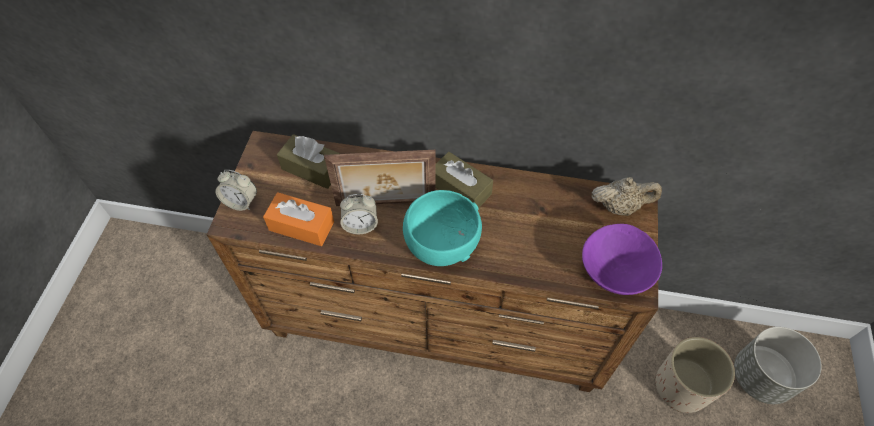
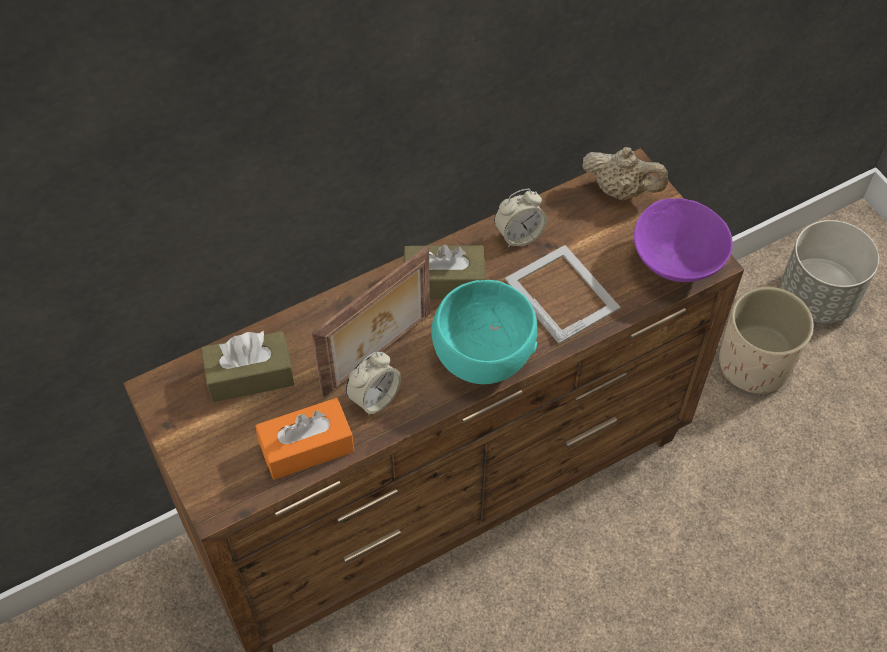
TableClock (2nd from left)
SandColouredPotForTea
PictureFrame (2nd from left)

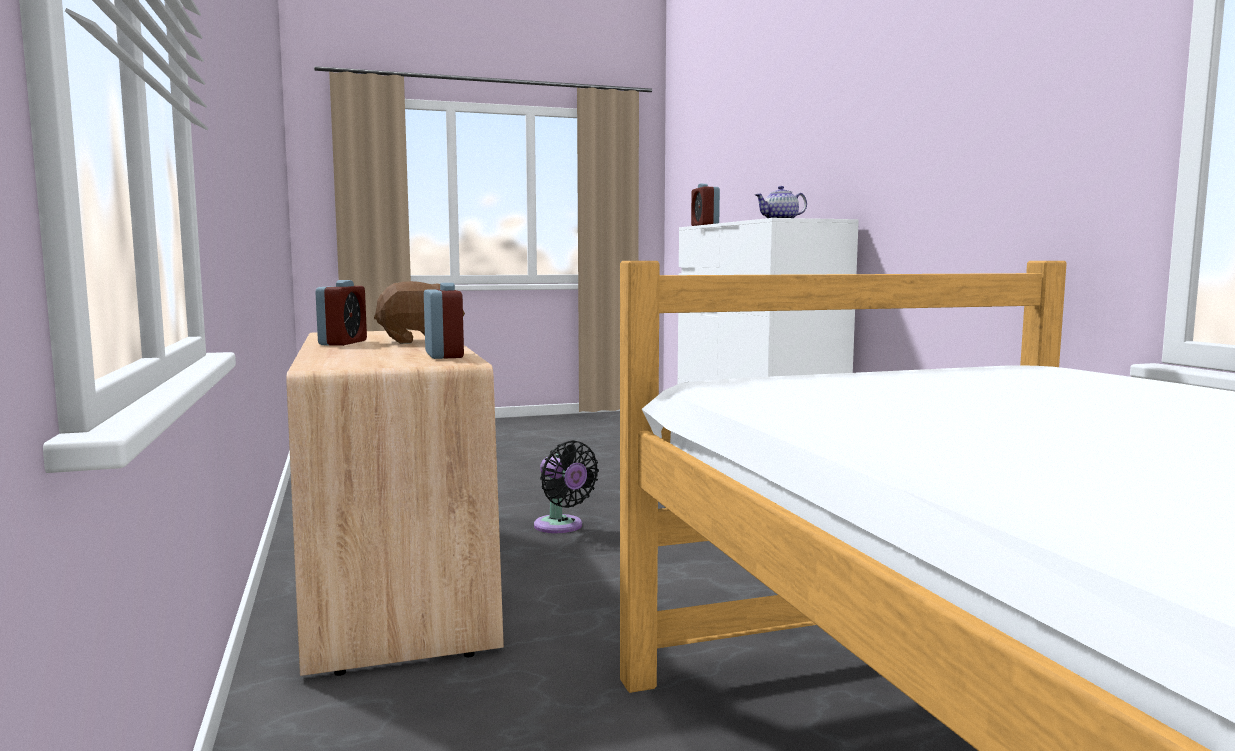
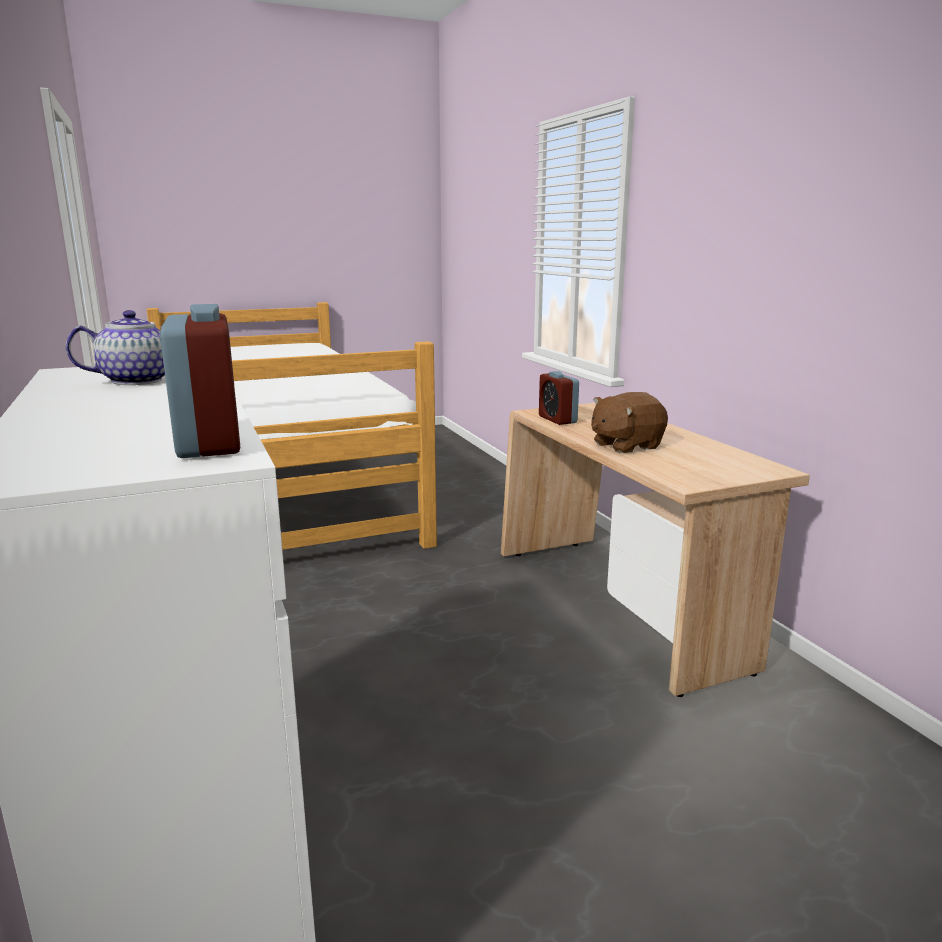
TableClock (1st from left in the first image)
BlackishFan

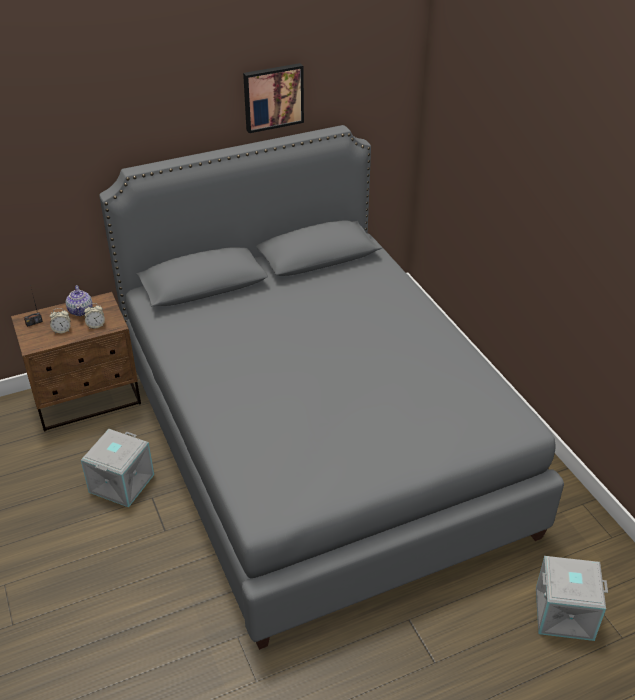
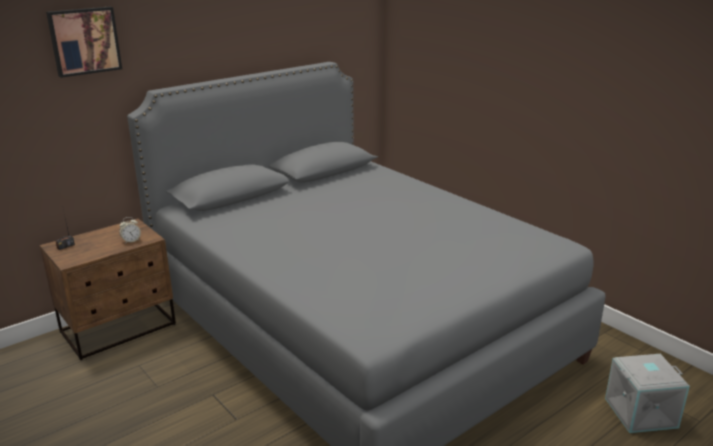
TableClock (1st from left in the first image)
PotForTea
GrayStorageBox (1st from left in the first image)
WallPicture

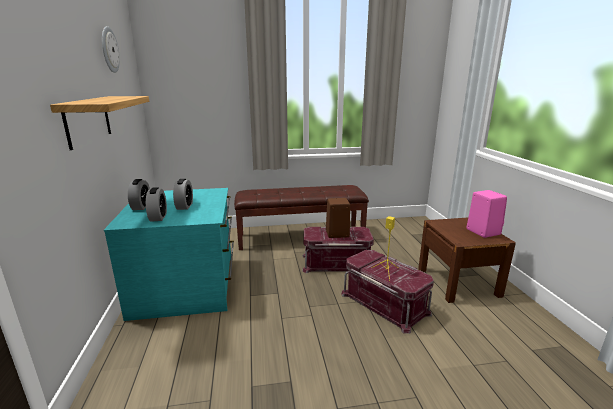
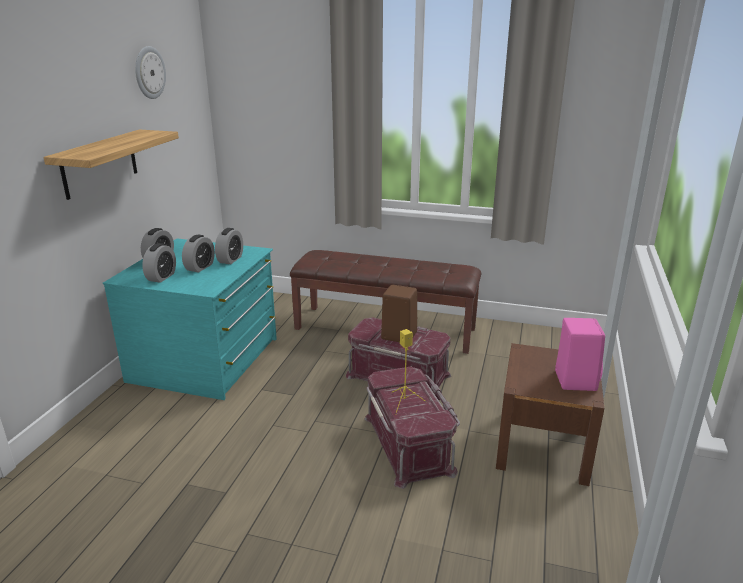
TableClock (4th from left)

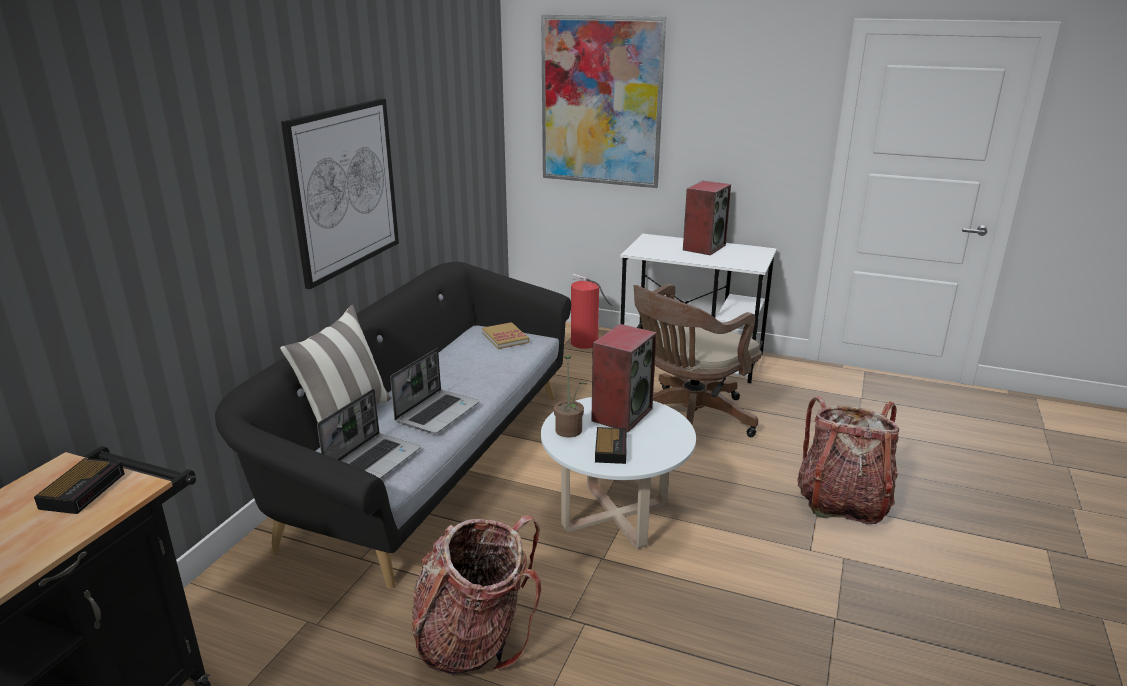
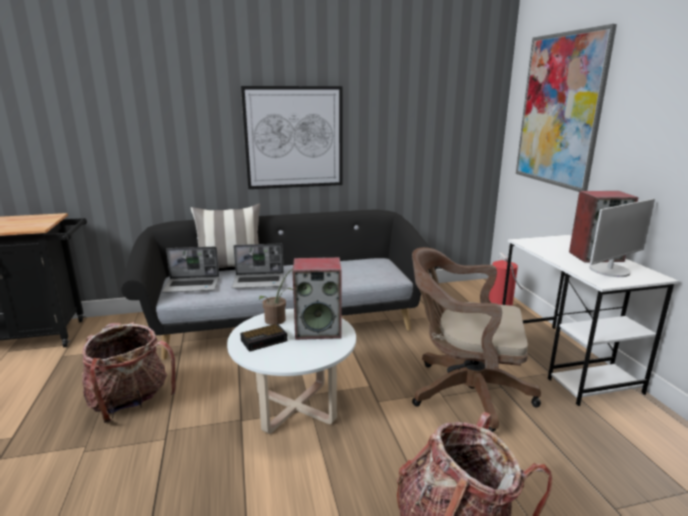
TableClock (1st from left in the first image)
BoundBook
ComputerDisplay

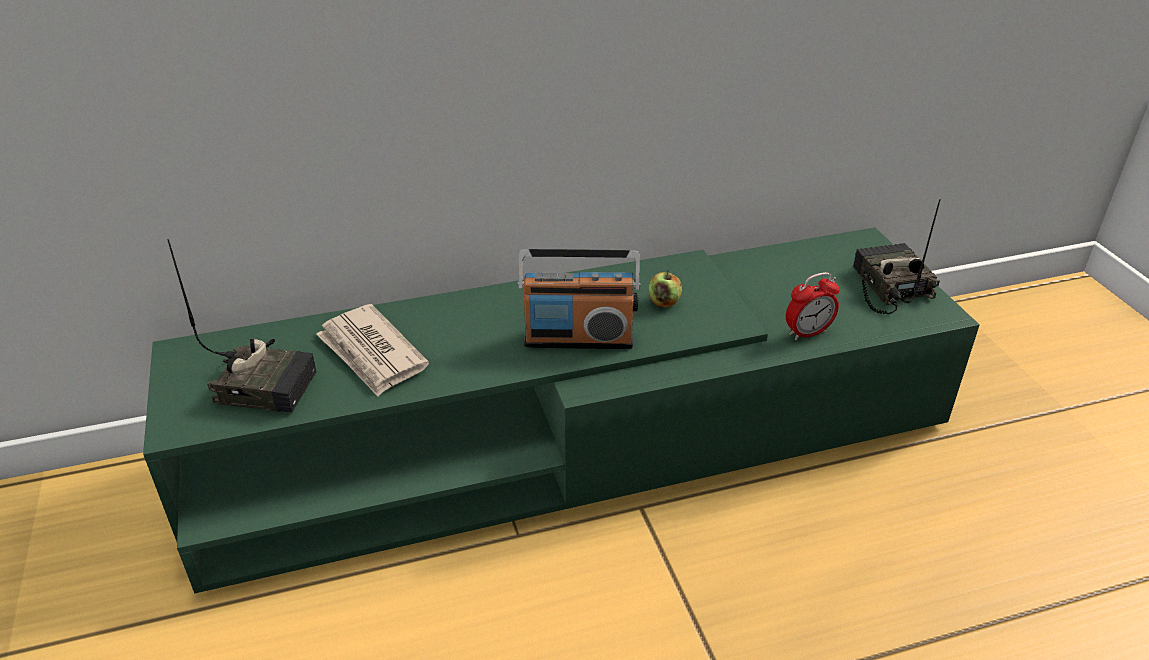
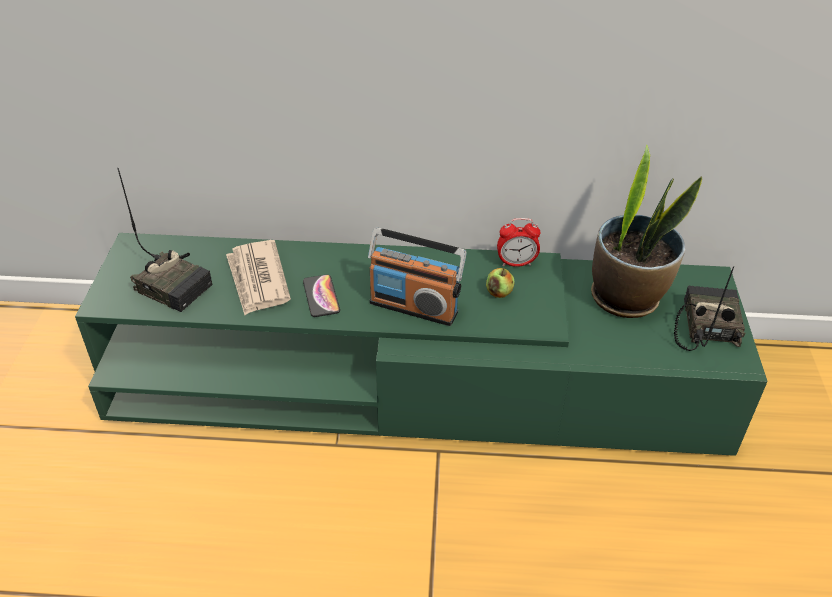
TableClock
Handset
PlantInAPot

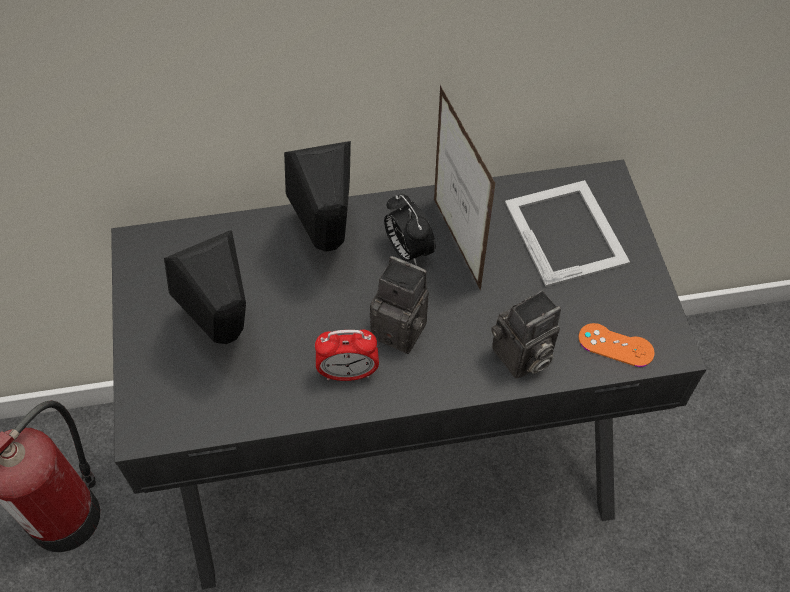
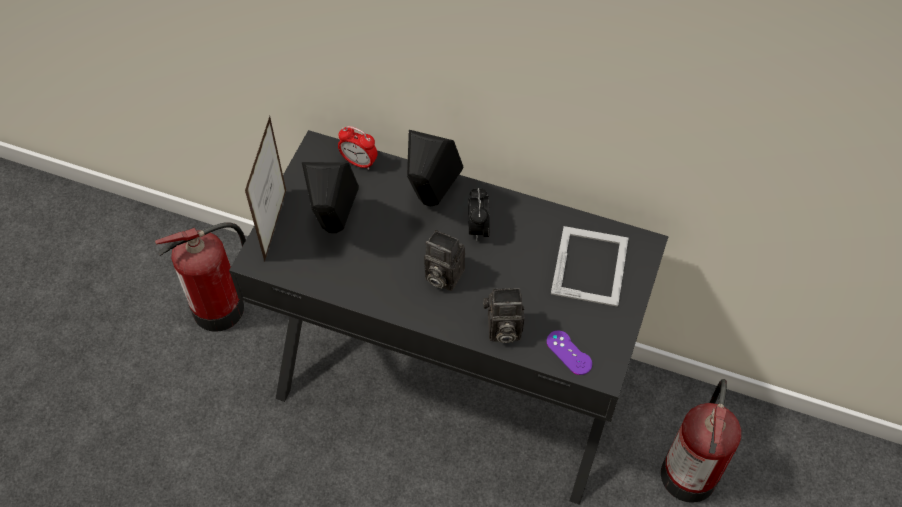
TableClock (1st from left)
StillCamera (1st from left)
PictureFrame (1st from left)
PurpleGamepad
FireExtinguisher (2nd from left)

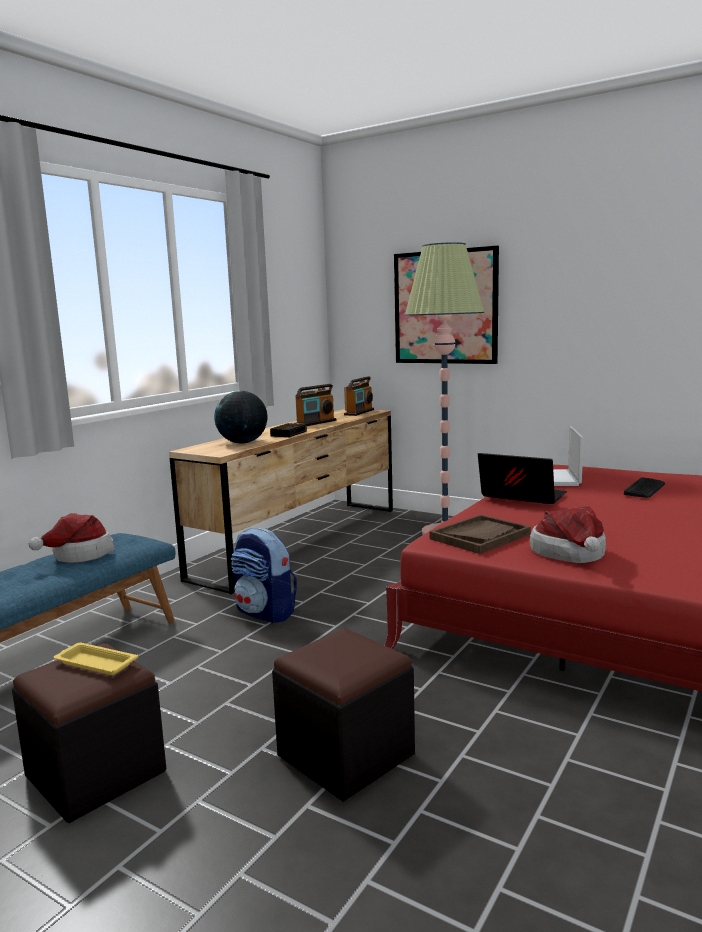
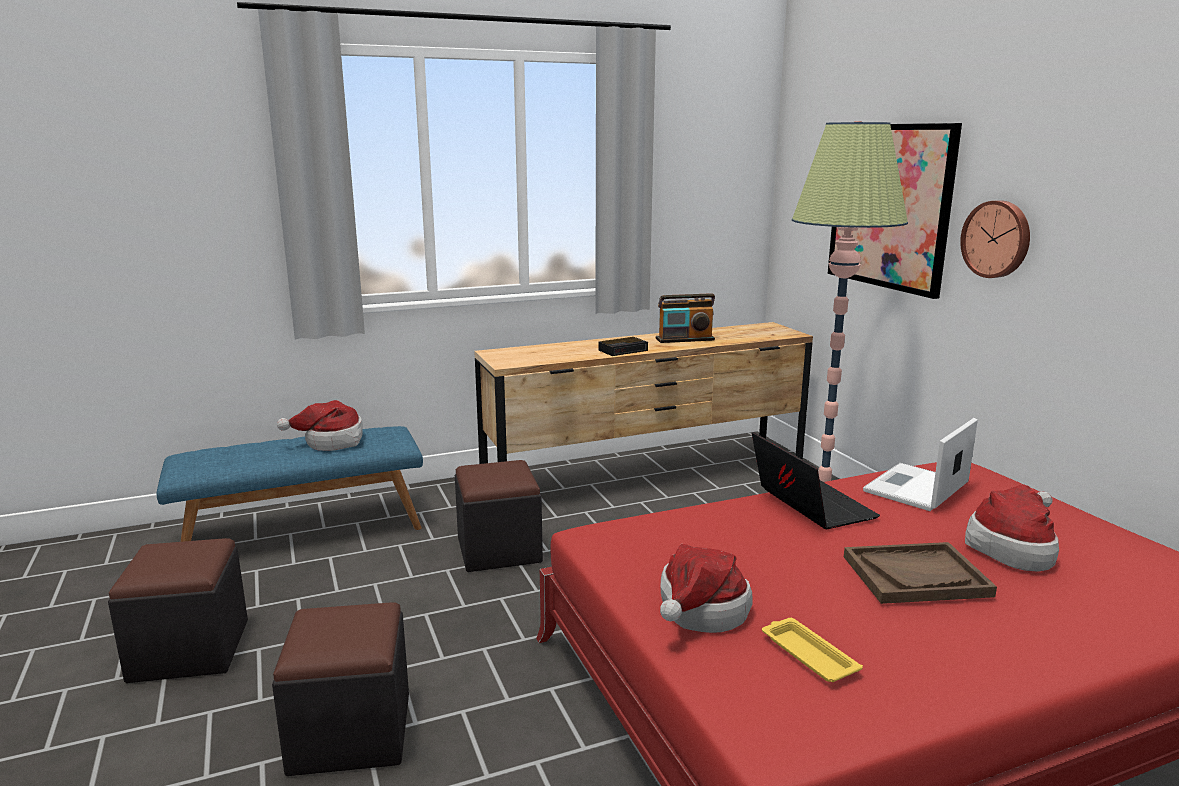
YellowTray
Globe
BlackishPouffe (3rd from left)
RadioReceiver (2nd from left in the first image)
BrownColouredTray
ClothingHat (3rd from left)
ClockOnTheWall

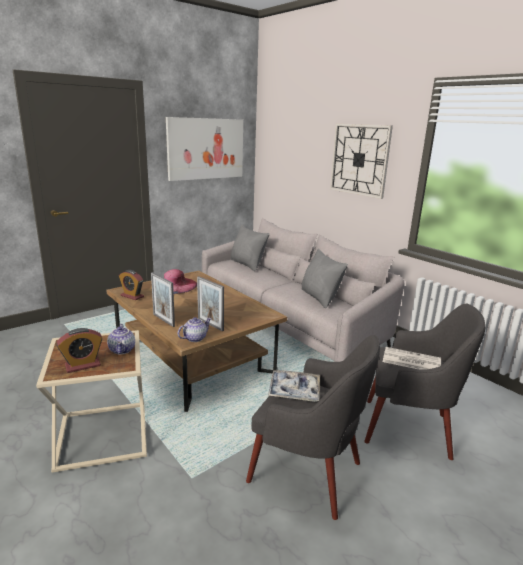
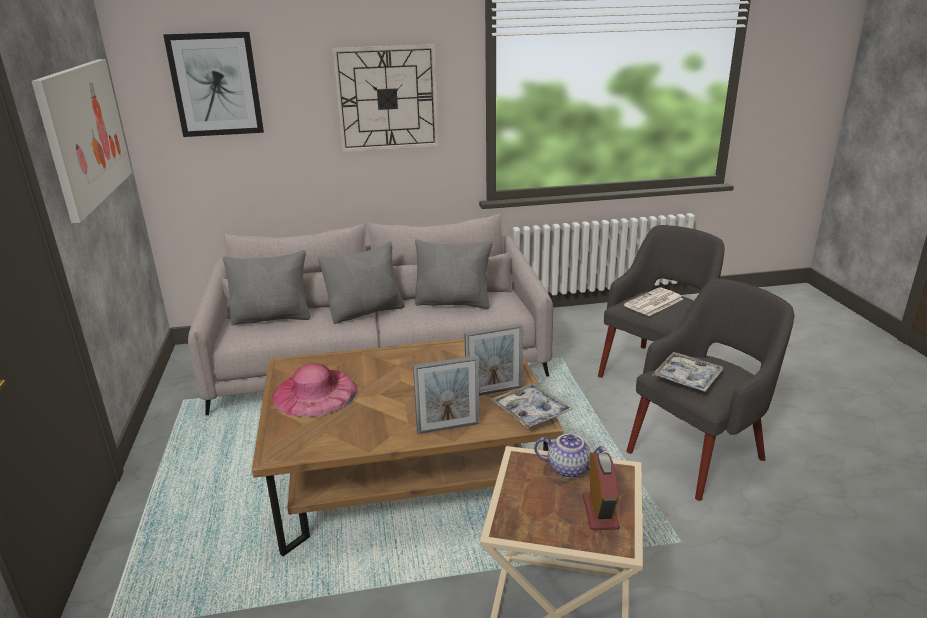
TableClock (2nd from left in the first image)
Tray (1st from left)
WallPicture (2nd from left)
GrayThrowPillow (2nd from left)

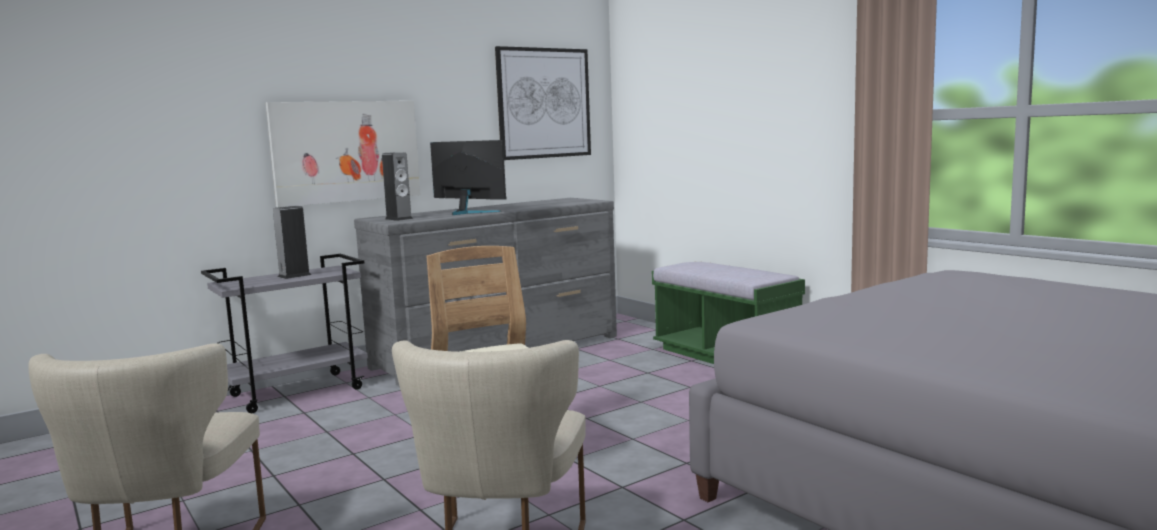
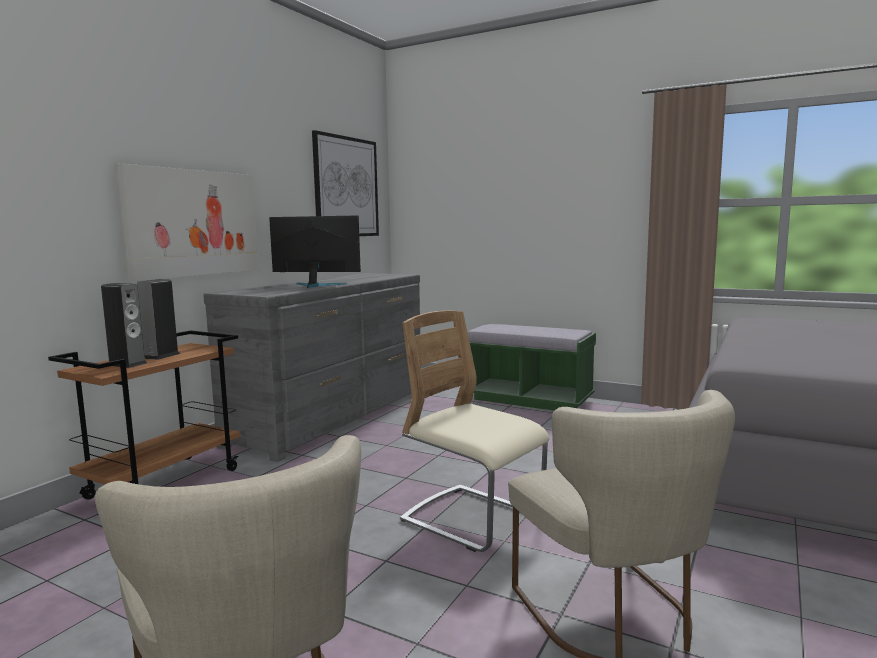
BrownColouredTrolley
Loudspeaker (1st from left)

